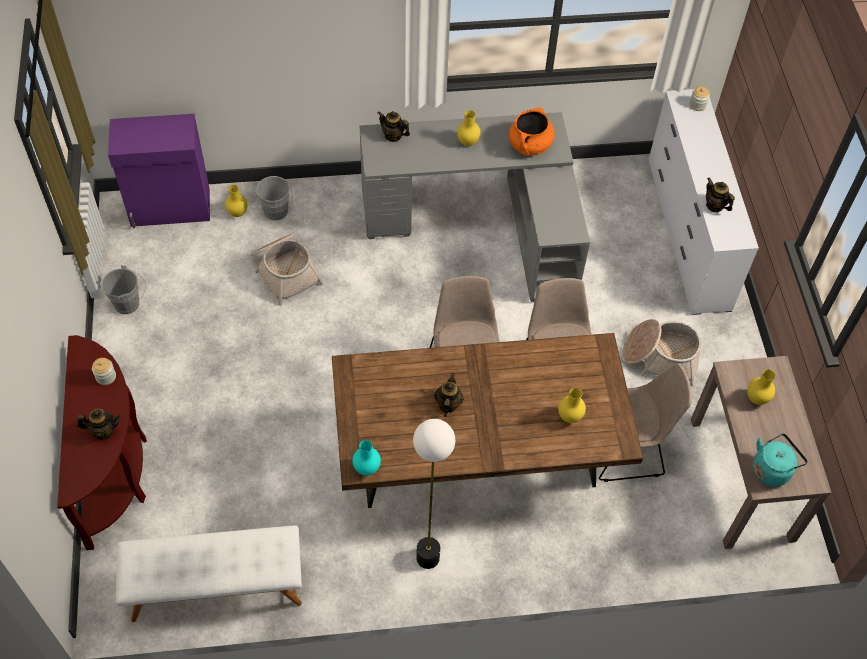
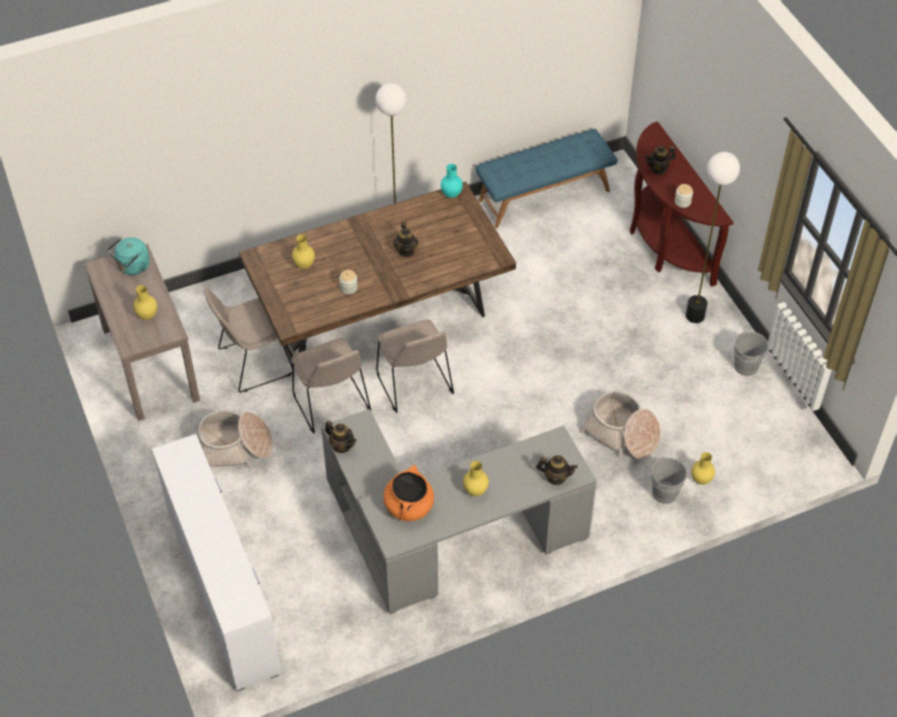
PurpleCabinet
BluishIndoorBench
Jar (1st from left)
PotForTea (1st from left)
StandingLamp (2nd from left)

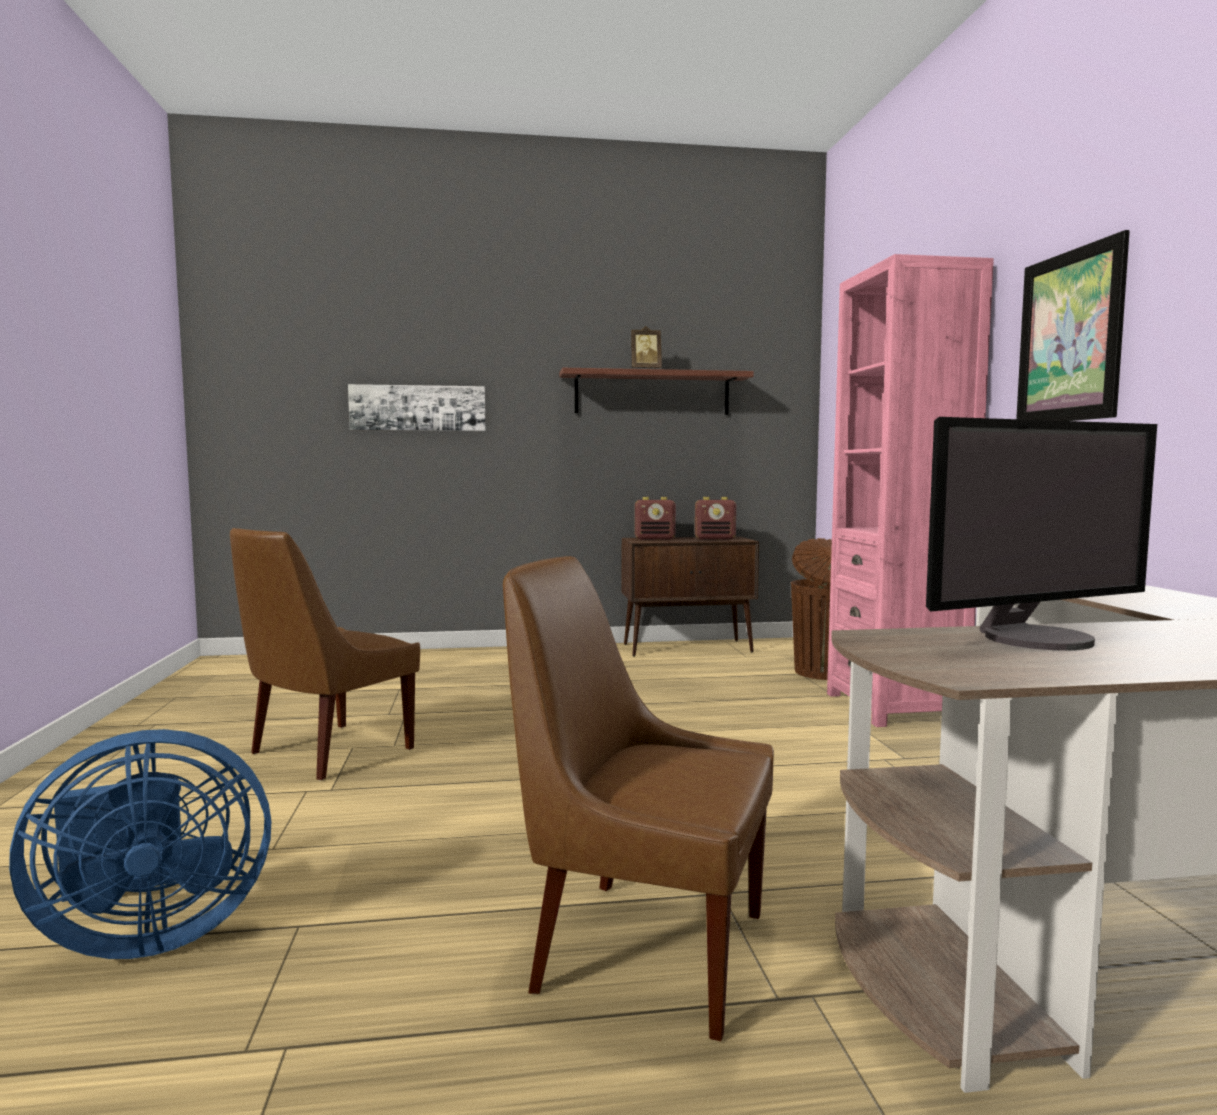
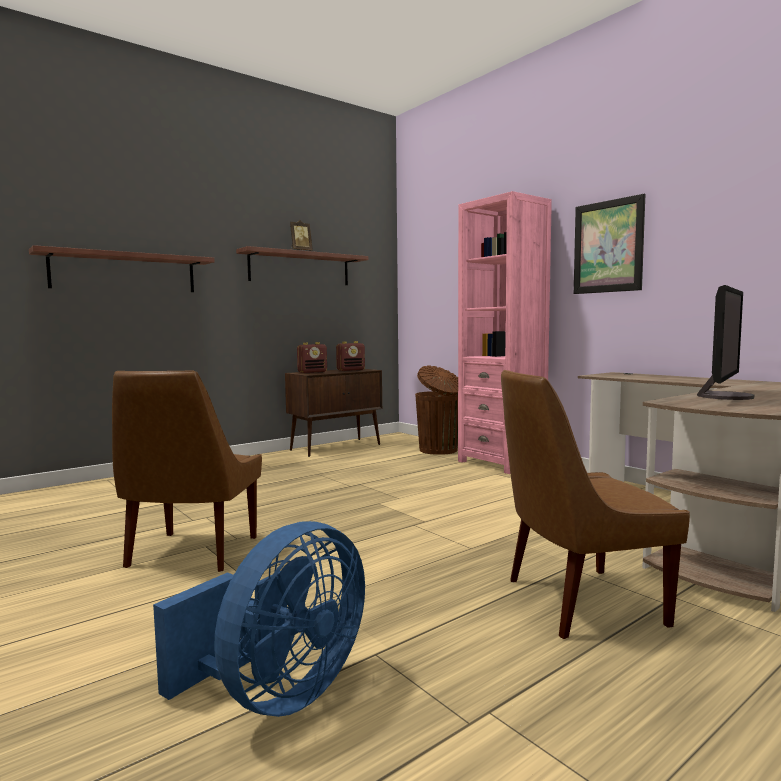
BracketShelf (1st from left)

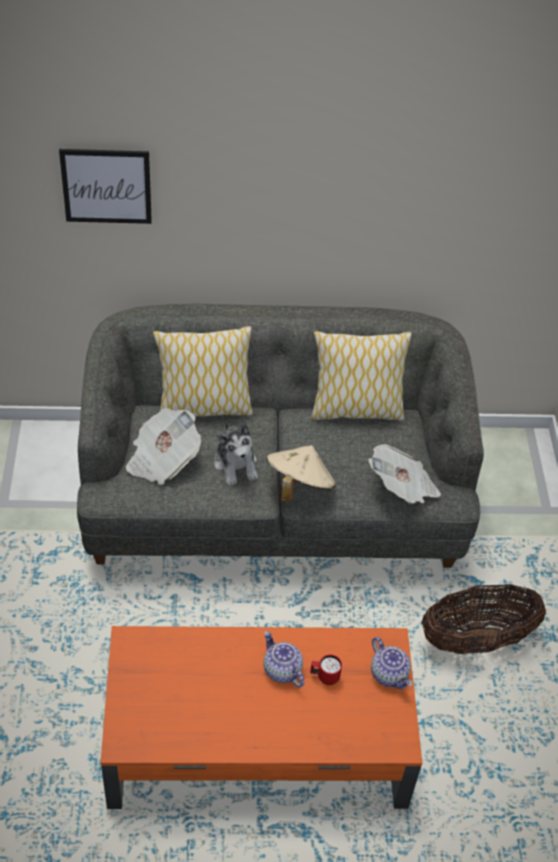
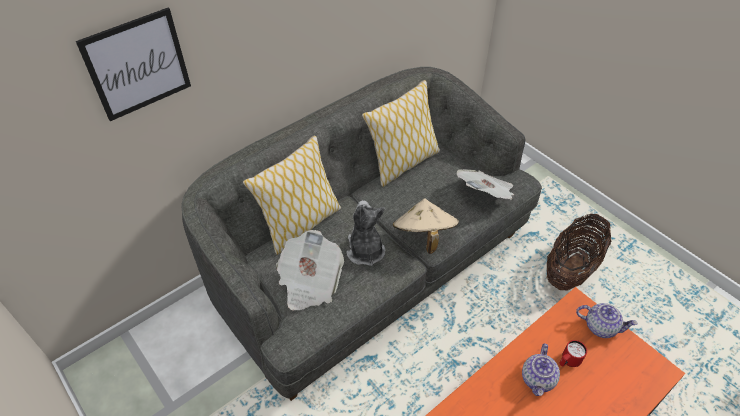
SoftToy
PotForTea (1st from left)

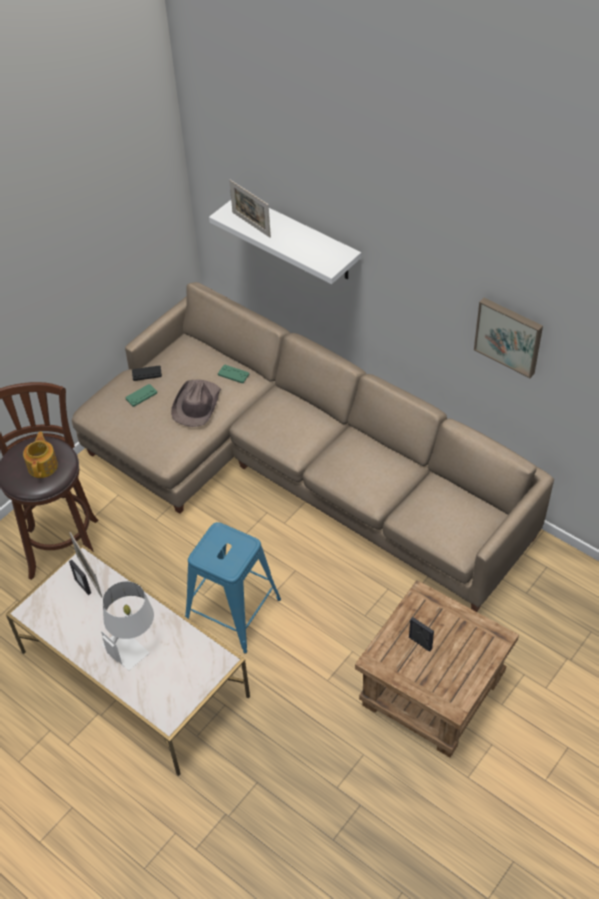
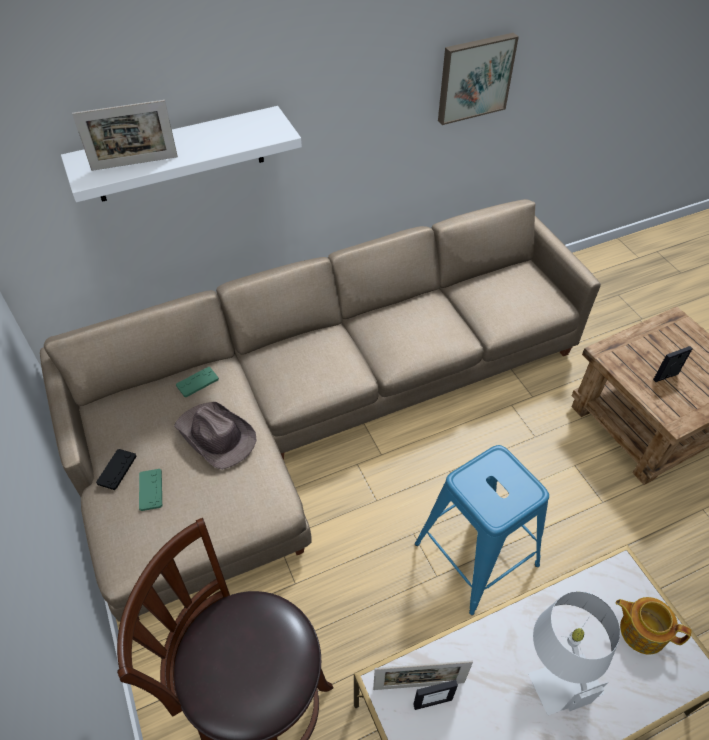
PotForTea

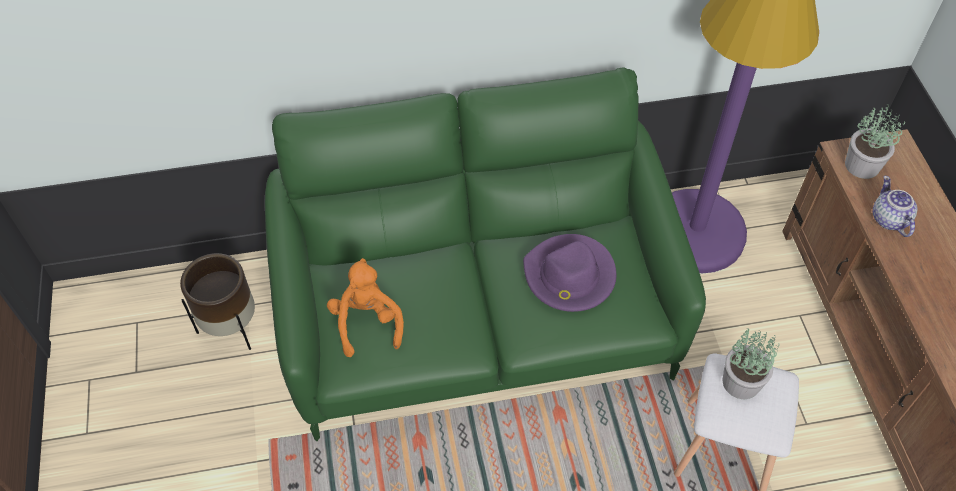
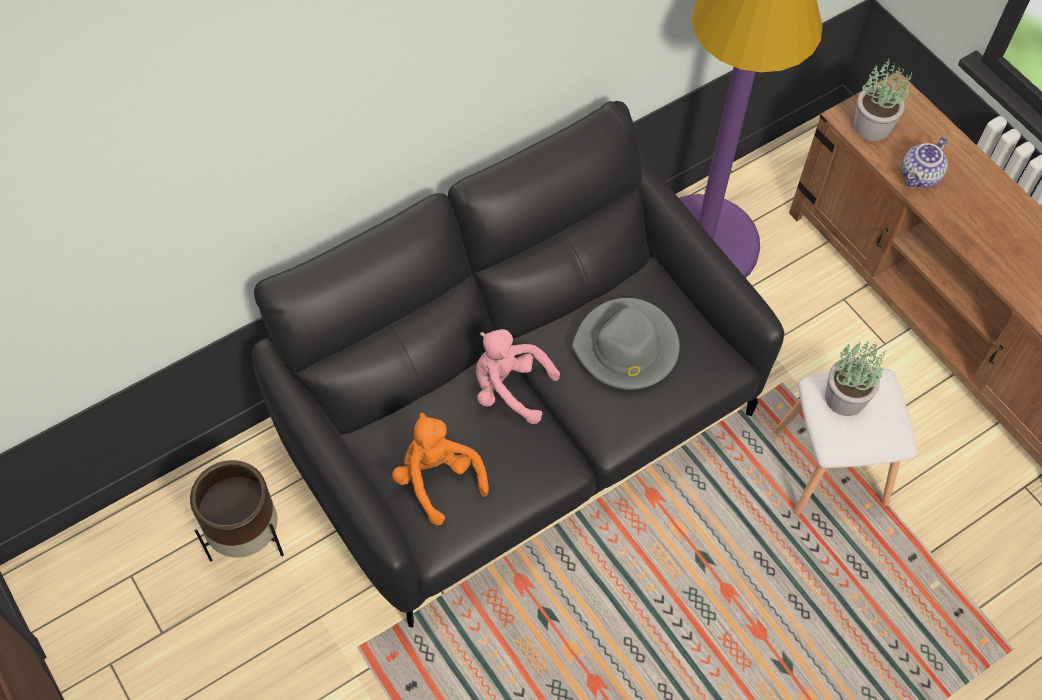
BlackishSofa
GrayClothingHat
PotForTea
PinkishSoftToy

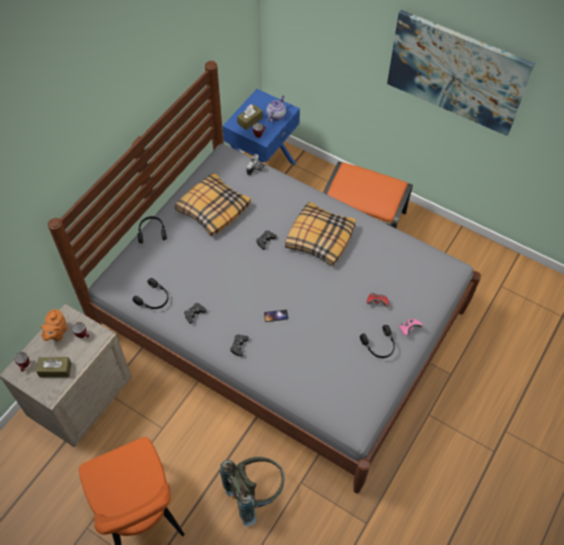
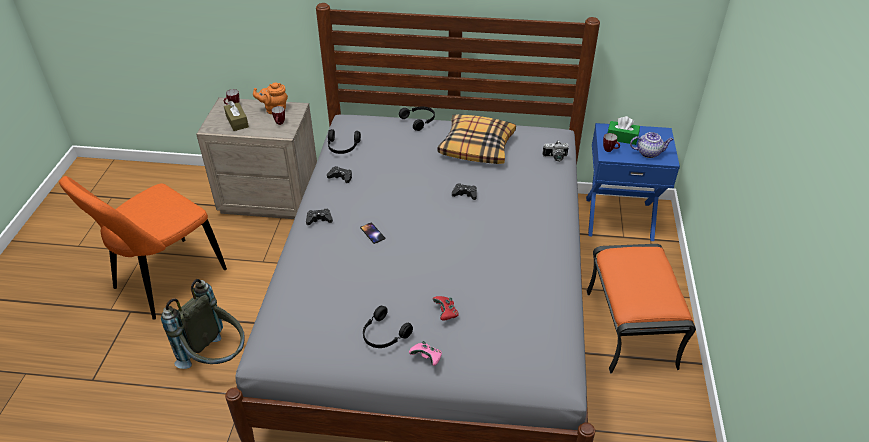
GreenTissueBox
ThrowPillow (2nd from left in the first image)
WallPicture

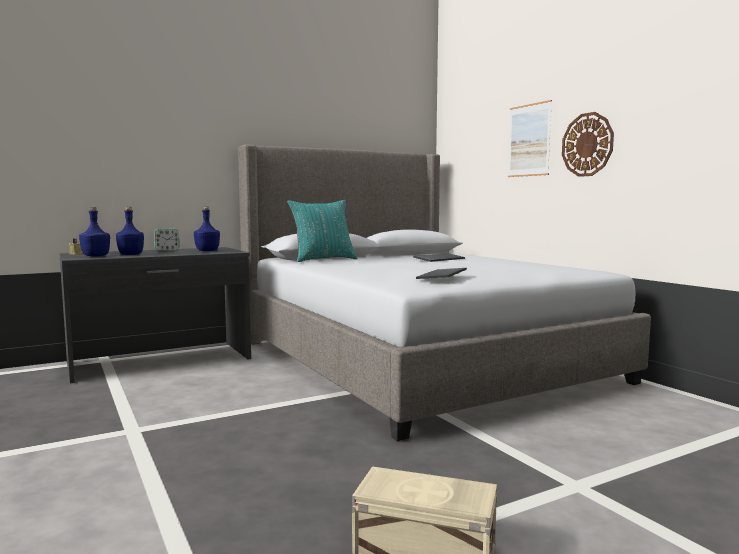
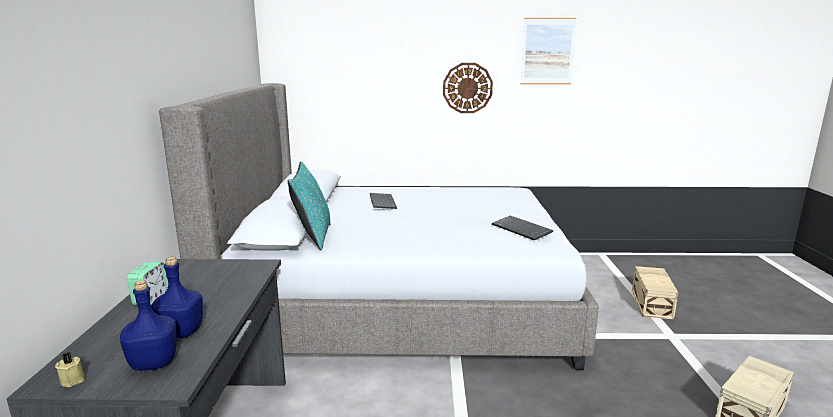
BluishBottle (3rd from left in the first image)
WallPicture
SandColouredStorageBox (1st from left)

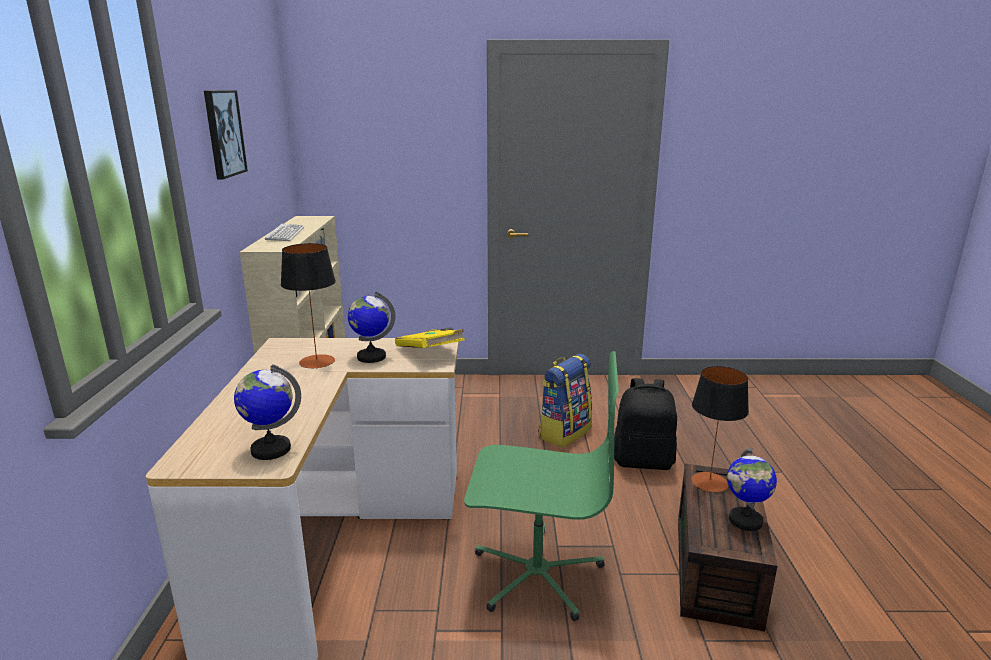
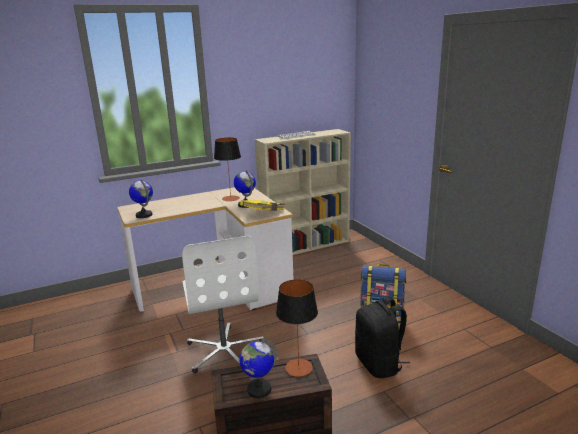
WallPicture
WhitishOfficeChair

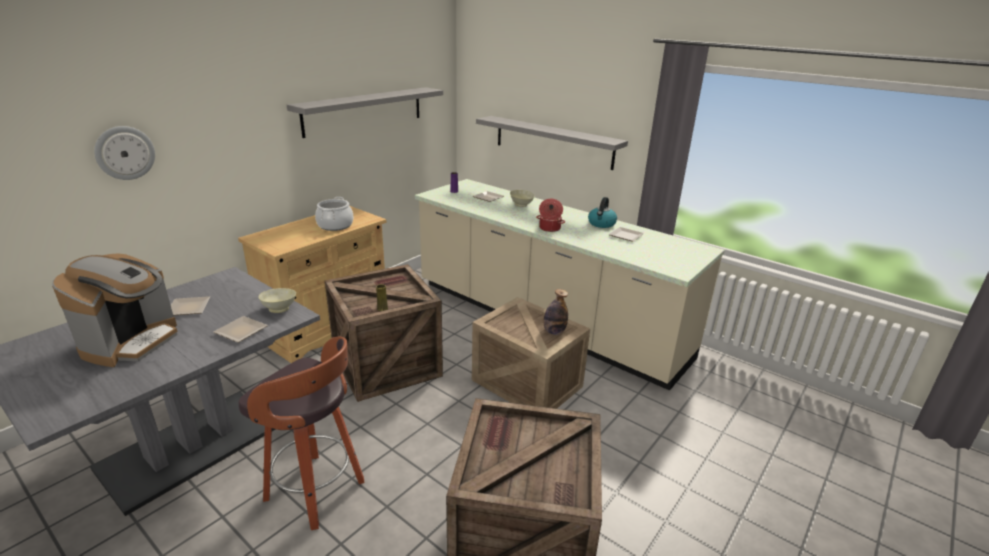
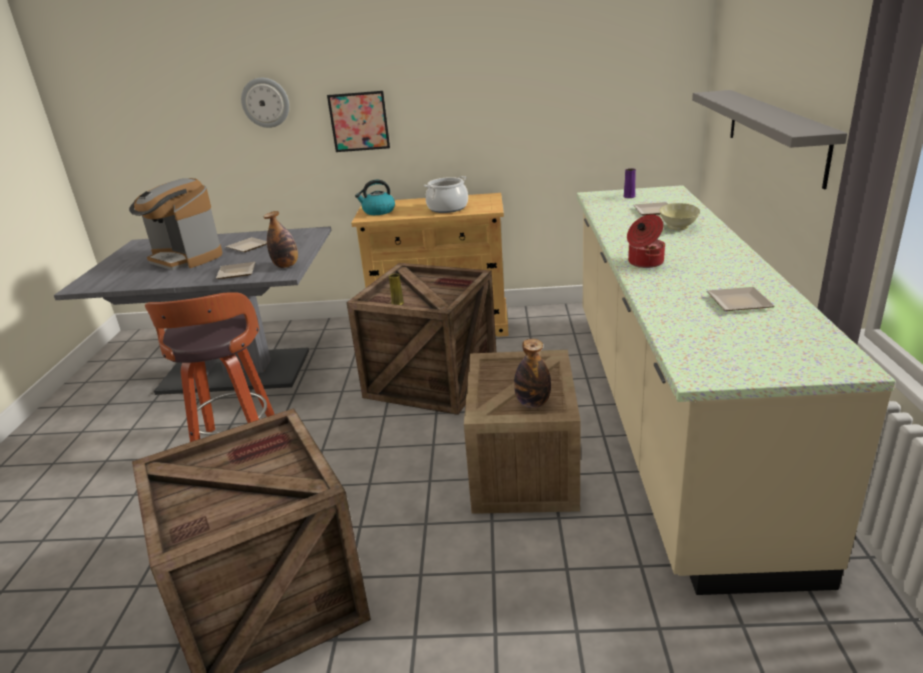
CoffeeBrewer
Bottle (1st from left)
GrayBracketShelf (1st from left in the first image)
TeaKettle
WallPicture

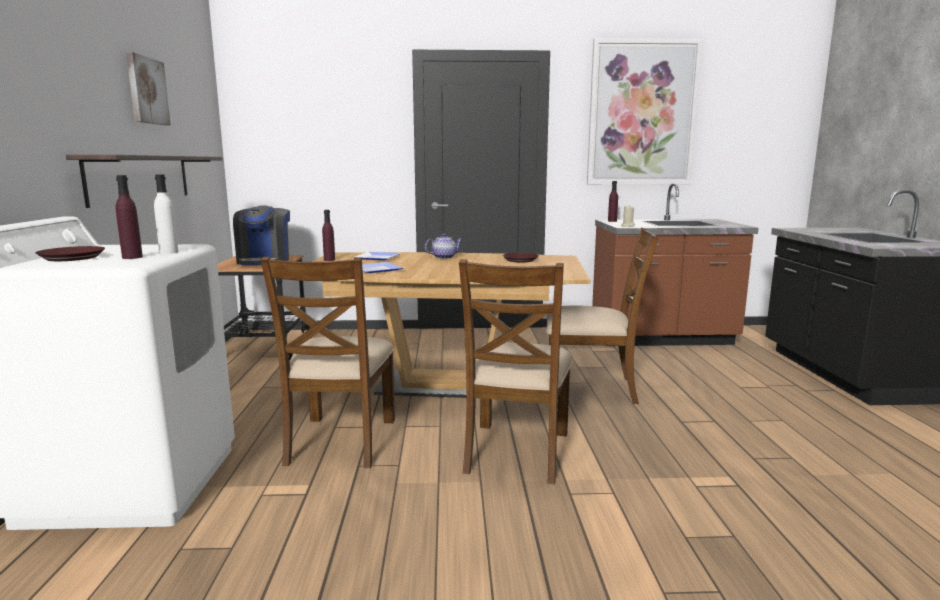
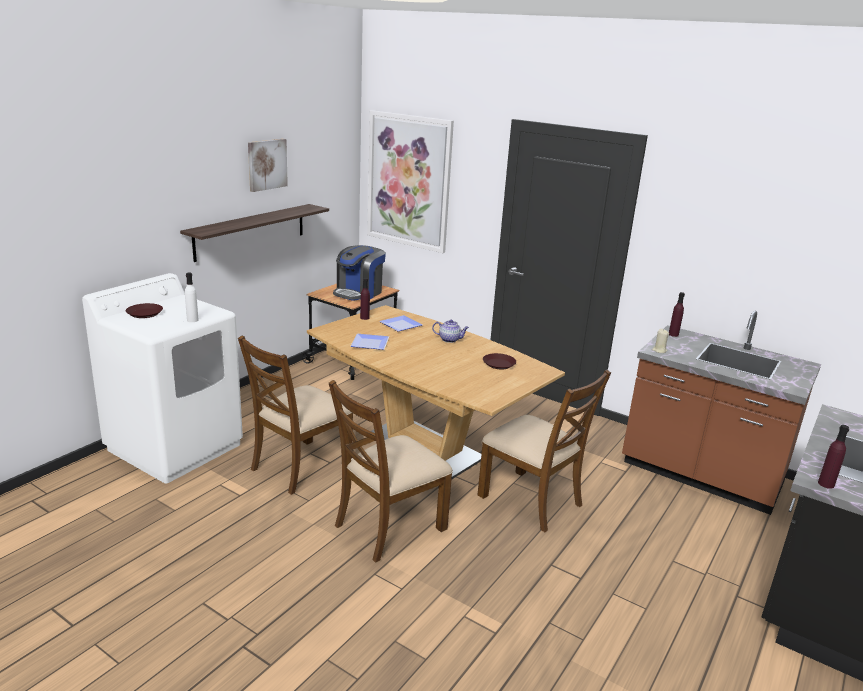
PurpleBottle (3rd from left)
WallPicture (2nd from left)

